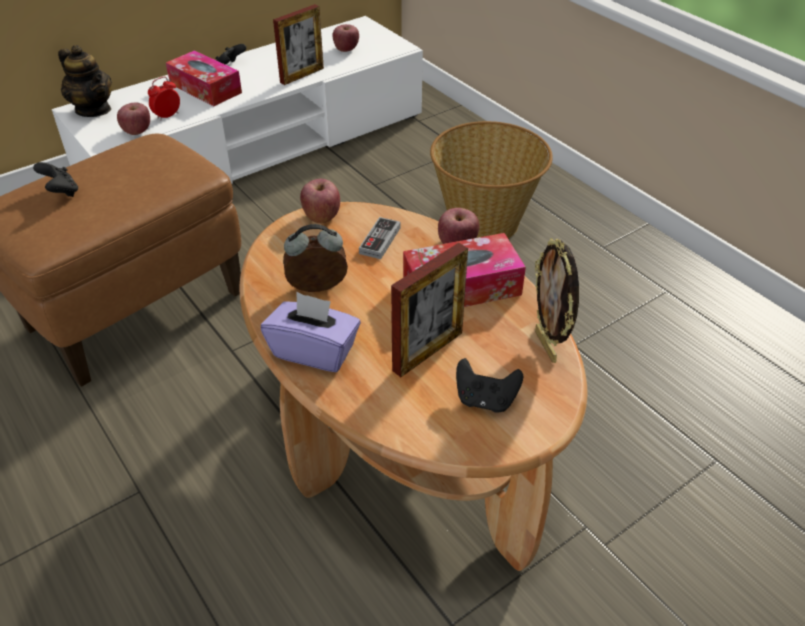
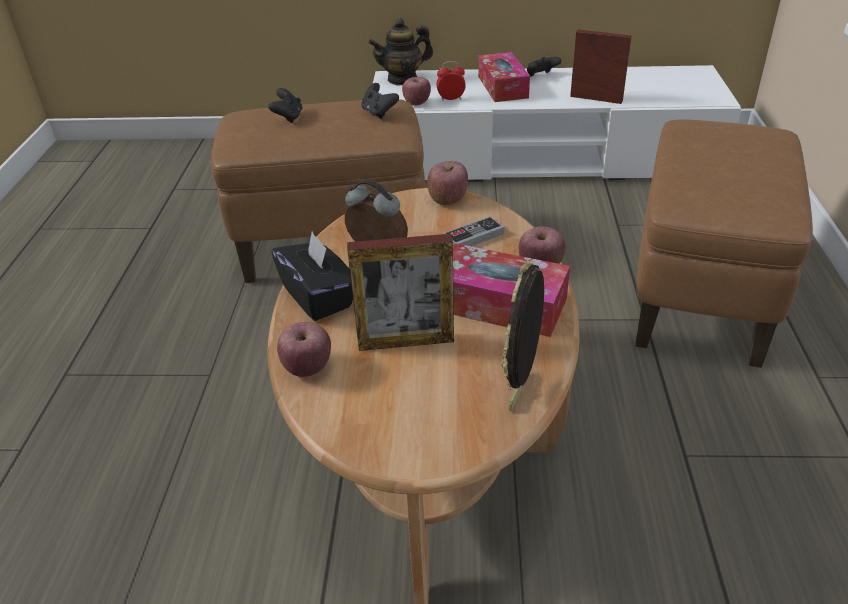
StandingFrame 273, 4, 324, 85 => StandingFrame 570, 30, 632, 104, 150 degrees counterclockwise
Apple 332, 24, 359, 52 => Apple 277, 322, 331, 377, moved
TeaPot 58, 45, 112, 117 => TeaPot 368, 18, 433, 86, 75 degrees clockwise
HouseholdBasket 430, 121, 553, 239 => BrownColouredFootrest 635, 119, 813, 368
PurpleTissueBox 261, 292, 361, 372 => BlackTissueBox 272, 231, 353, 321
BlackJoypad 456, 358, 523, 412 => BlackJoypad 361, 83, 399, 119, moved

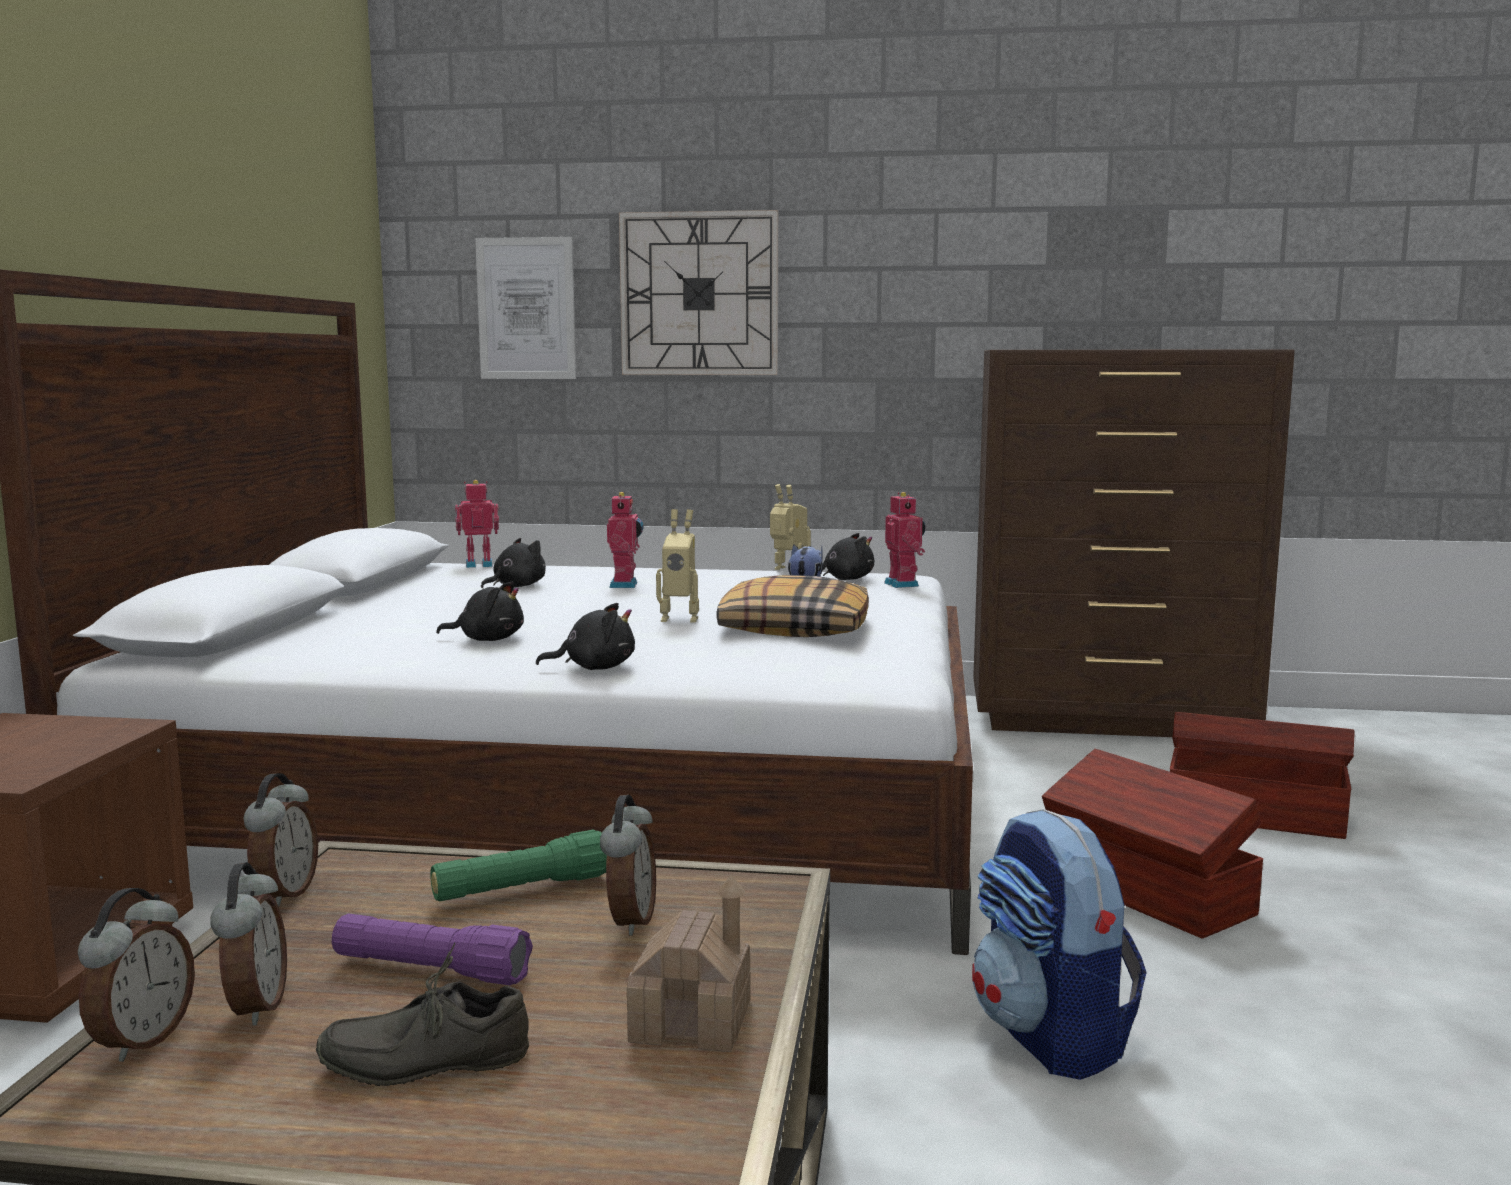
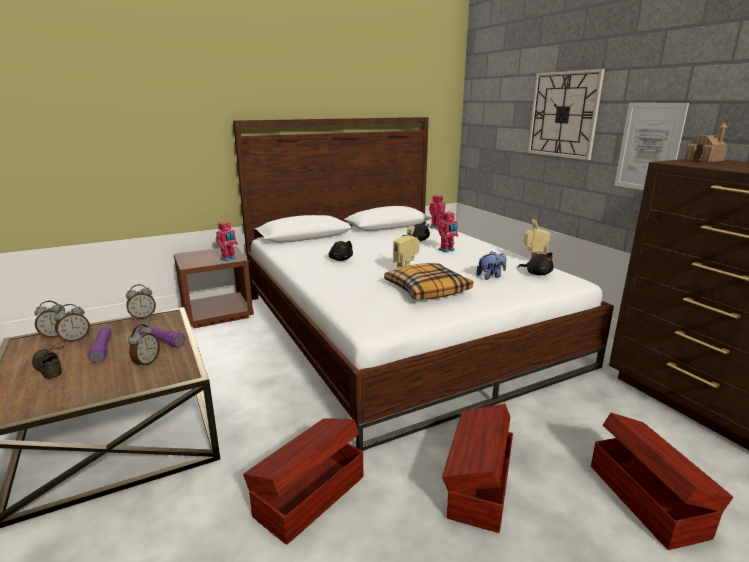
WallPicture 475, 237, 576, 379 => WallPicture 615, 103, 689, 190, moved
ToyRobot 884, 492, 925, 588 => ToyRobot 216, 221, 238, 261, moved
BlackSoftToy 536, 603, 635, 670 => nothing
BedsideClock 600, 795, 656, 936 => BedsideClock 128, 324, 160, 368, 45 degrees counterclockwise
Rucksack 972, 809, 1147, 1080 => BrownColouredStorageContainer 243, 418, 363, 545
GreenishHandTorch 430, 830, 607, 901 => PurpleHandTorch 139, 324, 185, 347
MiniatureHouse 627, 874, 750, 1052 => MiniatureHouse 684, 122, 727, 162, moved

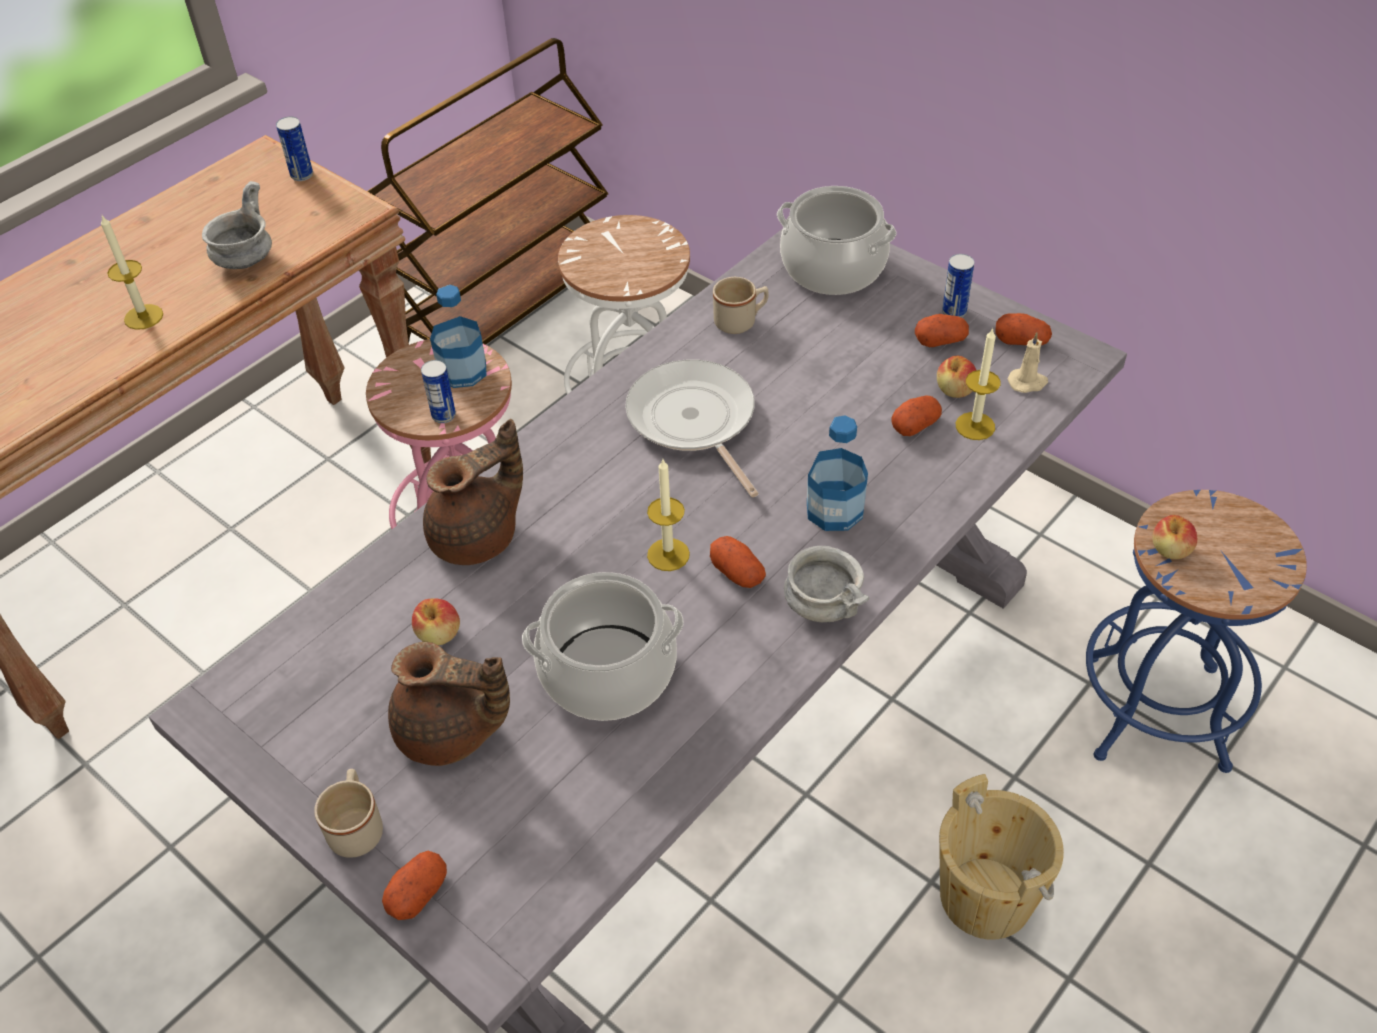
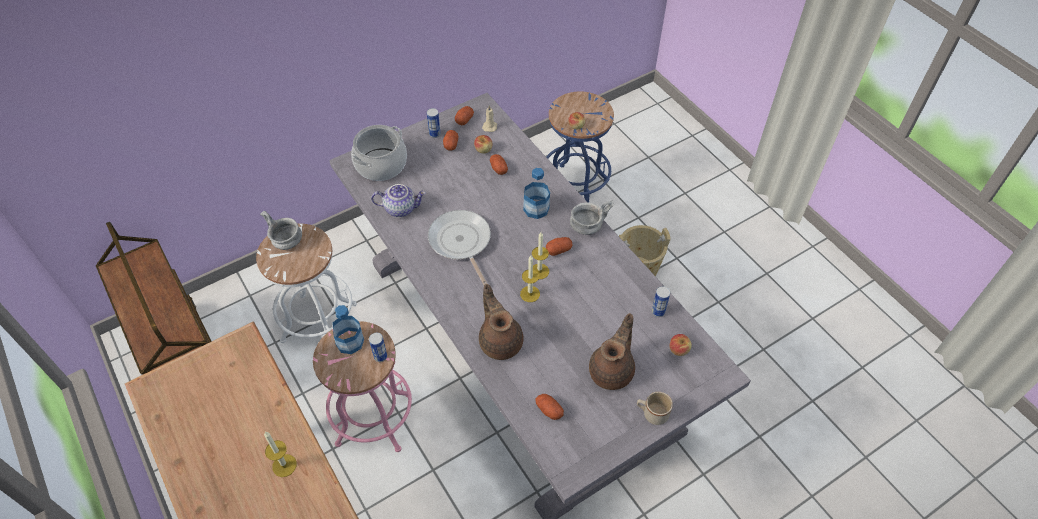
MetalCan 276, 117, 313, 181 => MetalCan 652, 286, 670, 317, moved
GreyServingBowl 202, 181, 272, 269 => GreyServingBowl 260, 211, 302, 250, moved
BeigeMug 713, 277, 769, 334 => TeaPot 371, 184, 426, 217
WaxLight 956, 327, 1001, 440 => WaxLight 520, 256, 540, 302, moved
FryingPan 625, 360, 759, 497 => FryingPan 428, 210, 491, 285, 75 degrees clockwise
Stockpot 522, 572, 684, 721 => nothing
Apple 412, 598, 460, 645 => Apple 669, 334, 692, 356, moved
WholePotato 382, 851, 447, 920 => WholePotato 535, 394, 564, 420, moved

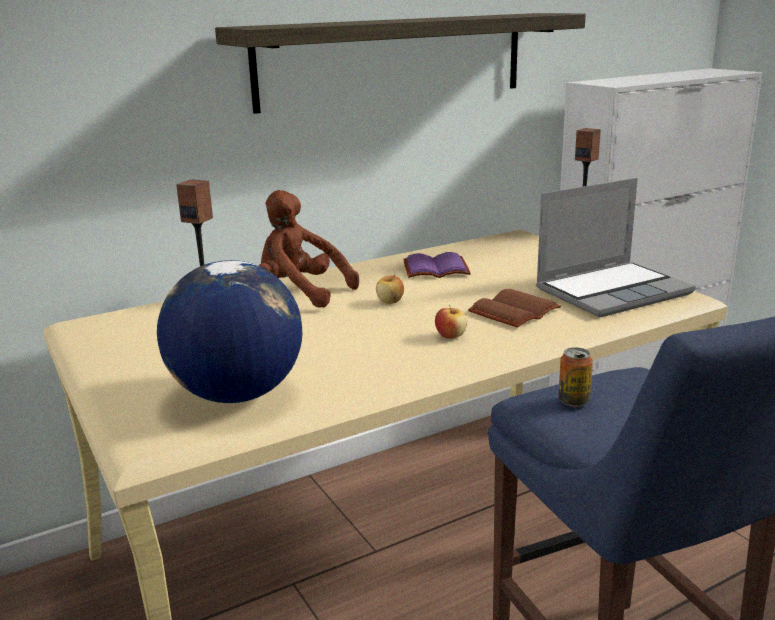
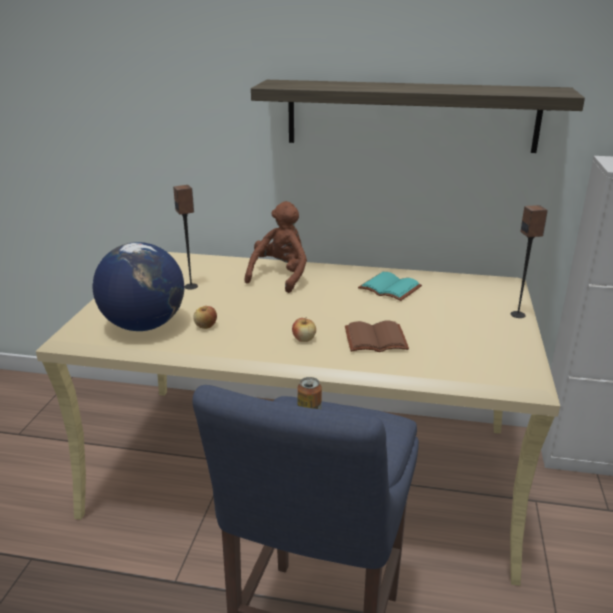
NotebookComputer 536, 178, 696, 317 => nothing
BrownColouredSoftToy 259, 190, 359, 308 => BrownColouredSoftToy 244, 201, 307, 293, 45 degrees clockwise
PurpleVolume 403, 252, 471, 278 => BlueGreenVolume 358, 272, 422, 301
Apple 376, 275, 404, 304 => Apple 193, 306, 217, 329, moved

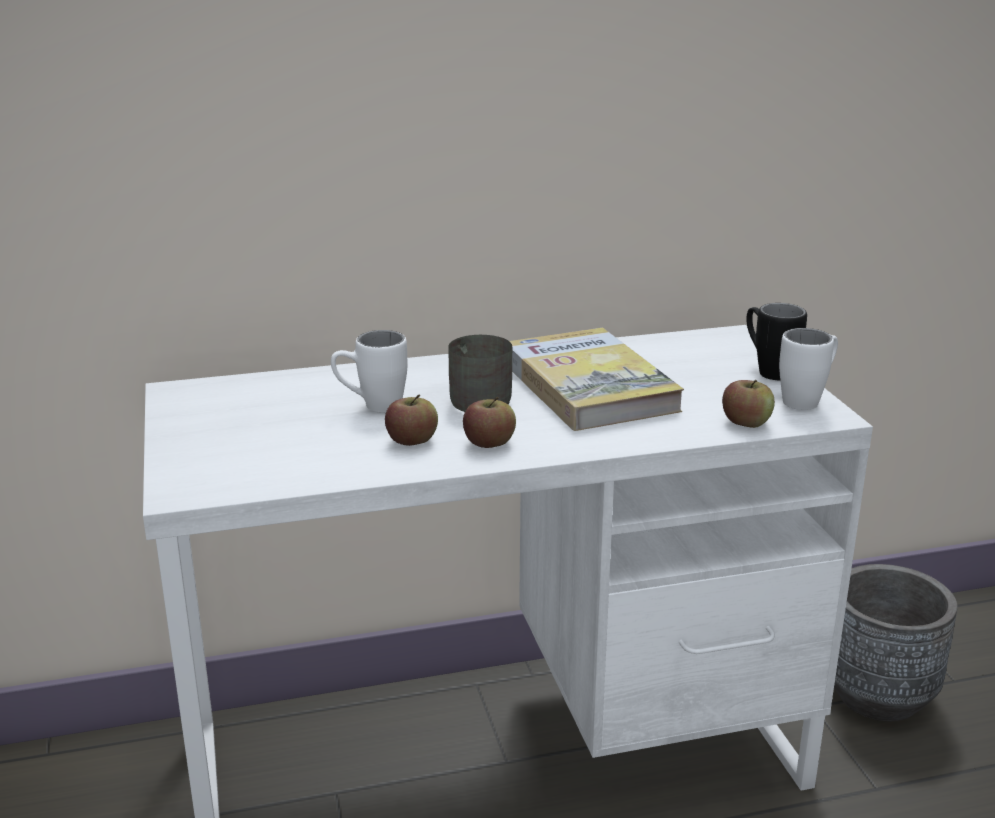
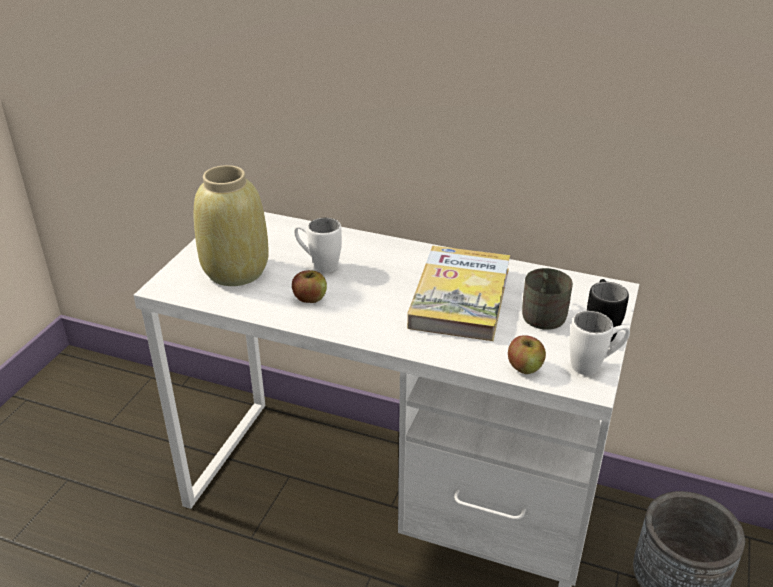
GreyMug 448, 335, 512, 412 => GreyMug 522, 268, 573, 330, moved
Apple 463, 397, 516, 448 => nothing
nothing => BeigeDecorativeVase 194, 165, 269, 286

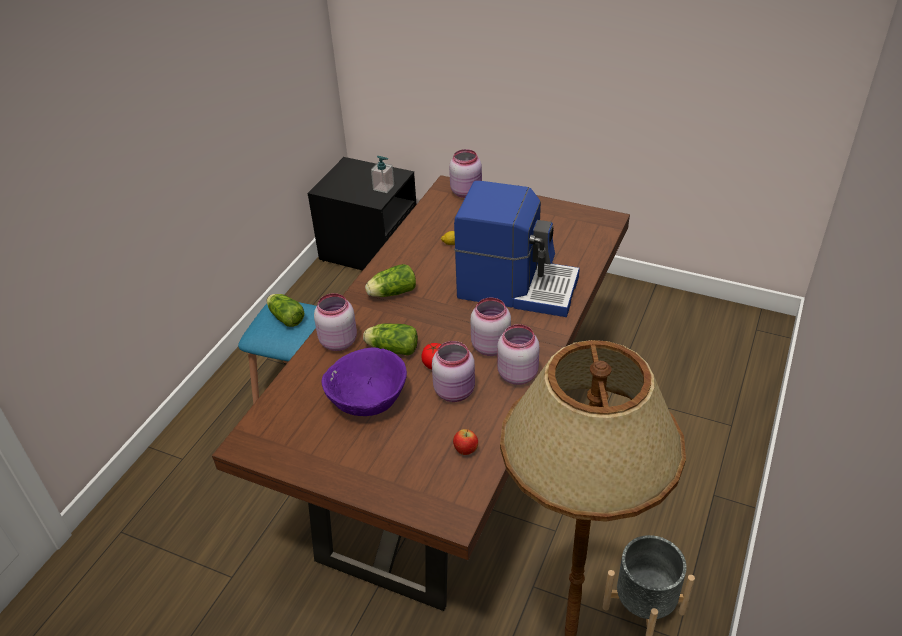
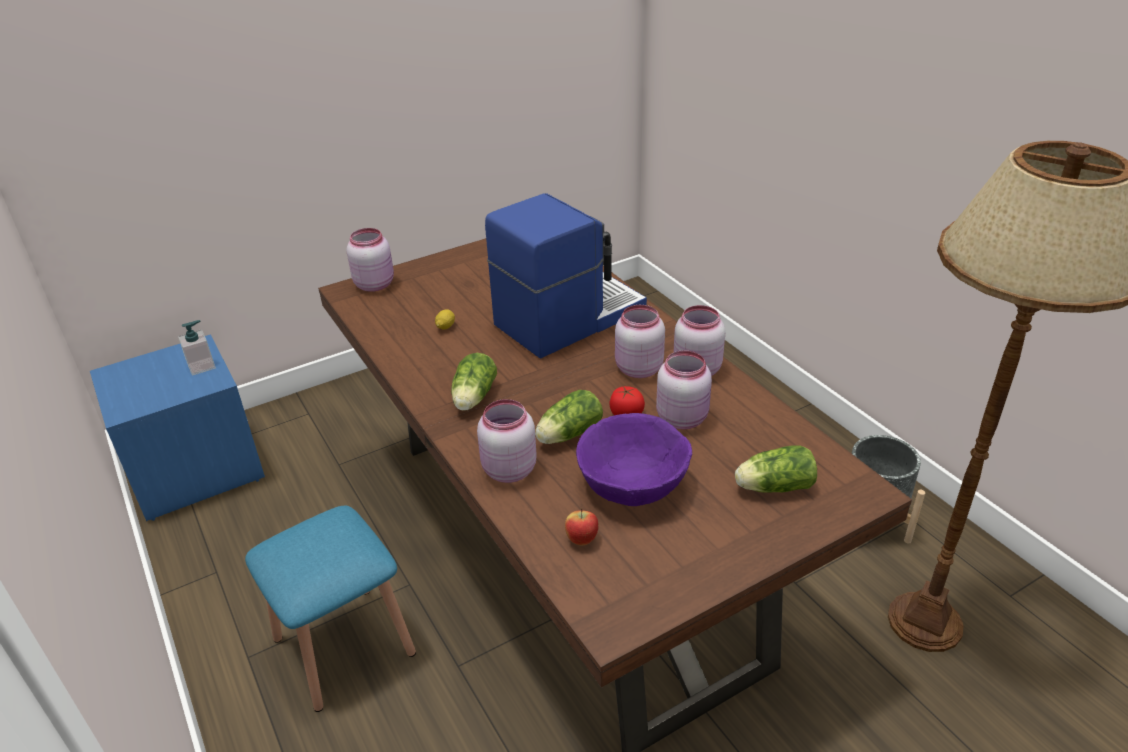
BlackBedsideTable 307, 157, 417, 271 => BluishBedsideTable 90, 334, 265, 521
Lettuce 267, 294, 304, 327 => Lettuce 735, 445, 817, 493, moved
Apple 453, 429, 478, 455 => Apple 565, 508, 599, 545, moved

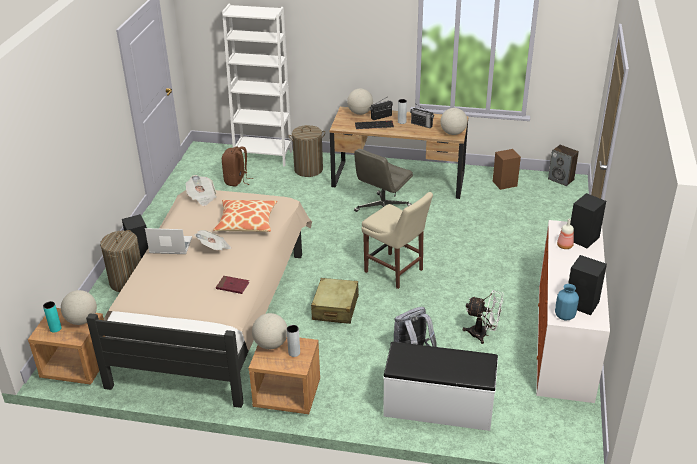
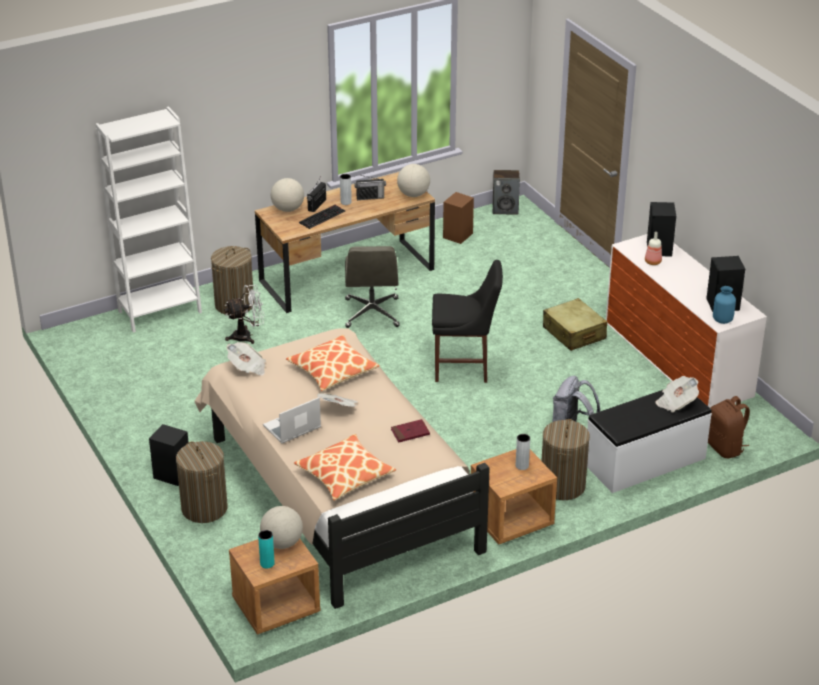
BrownColouredRucksack 222, 146, 253, 187 => BrownColouredRucksack 708, 396, 750, 458, moved
BeigeUprightChair 361, 192, 433, 289 => BlackUprightChair 432, 260, 503, 383
BeigePieceOfLuggage 311, 278, 359, 324 => BeigePieceOfLuggage 543, 298, 607, 351, moved
WhiteColouredFan 463, 290, 503, 344 => WhiteColouredFan 224, 285, 265, 344, moved
WorldGlobe 252, 313, 287, 349 => nothing
nothing => PrintedPaper 656, 376, 699, 412
nothing => LaundryBasket 541, 419, 590, 500
nothing => Pillow 294, 434, 396, 501

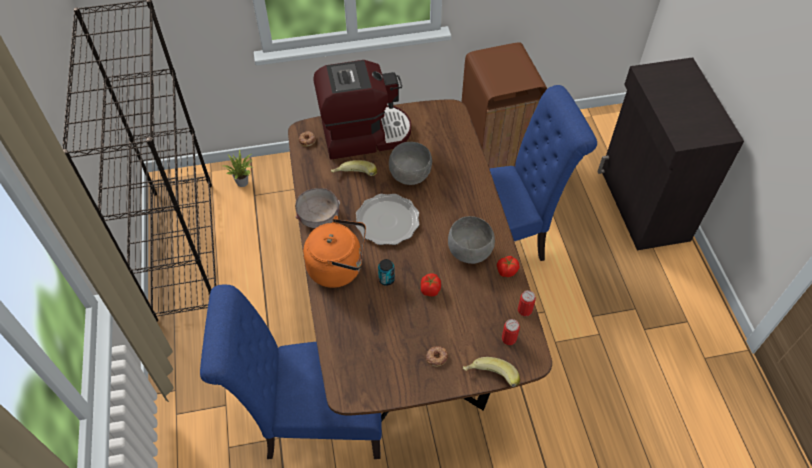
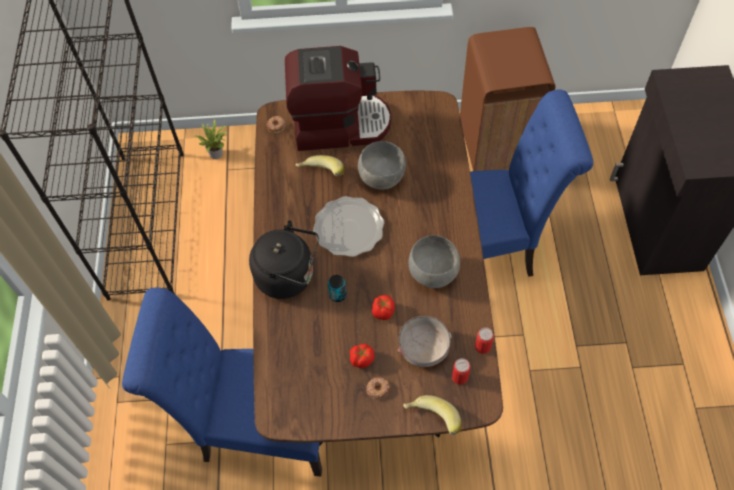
GreyServingBowl 295, 188, 340, 228 => GreyServingBowl 398, 316, 451, 367, moved
OrangeKettle 303, 216, 366, 288 => BlackKettle 249, 220, 319, 299
WholeTomato 497, 256, 519, 277 => WholeTomato 350, 344, 374, 368, moved

